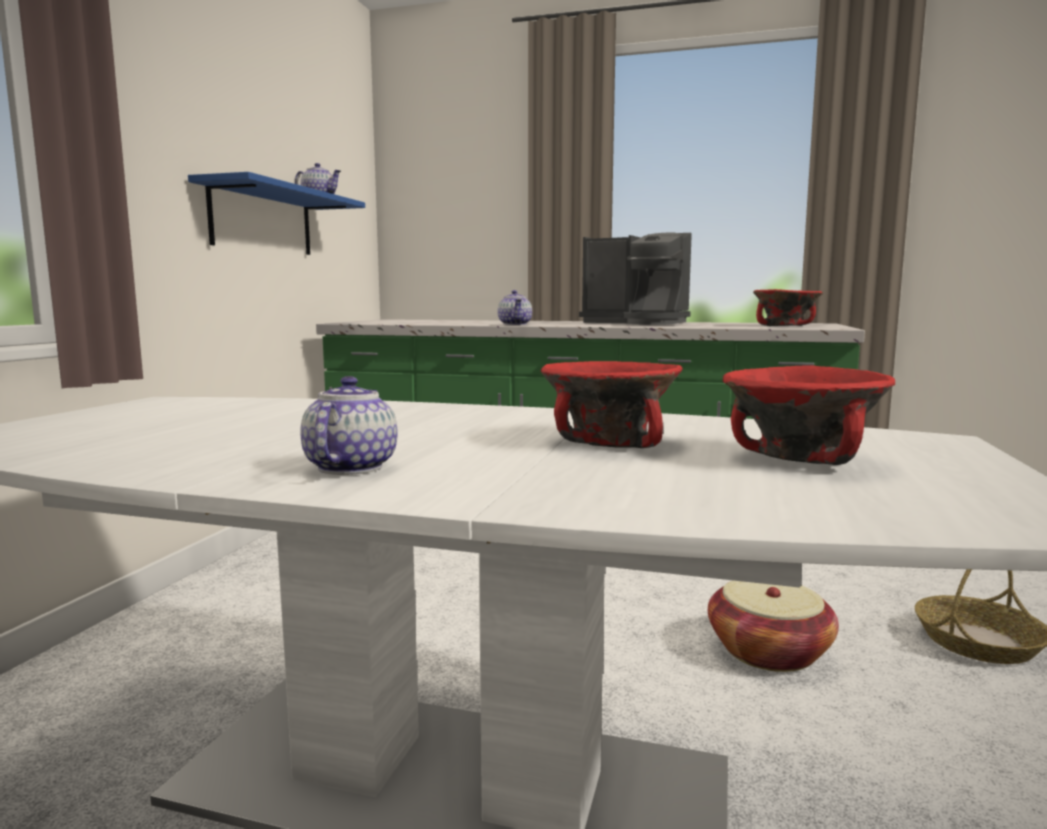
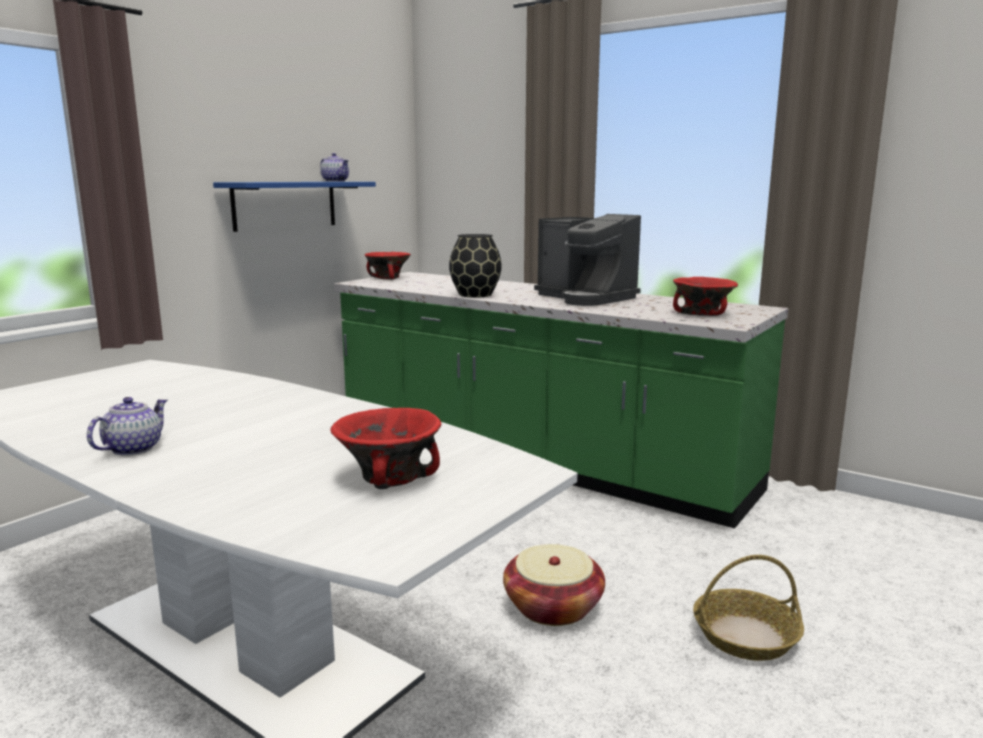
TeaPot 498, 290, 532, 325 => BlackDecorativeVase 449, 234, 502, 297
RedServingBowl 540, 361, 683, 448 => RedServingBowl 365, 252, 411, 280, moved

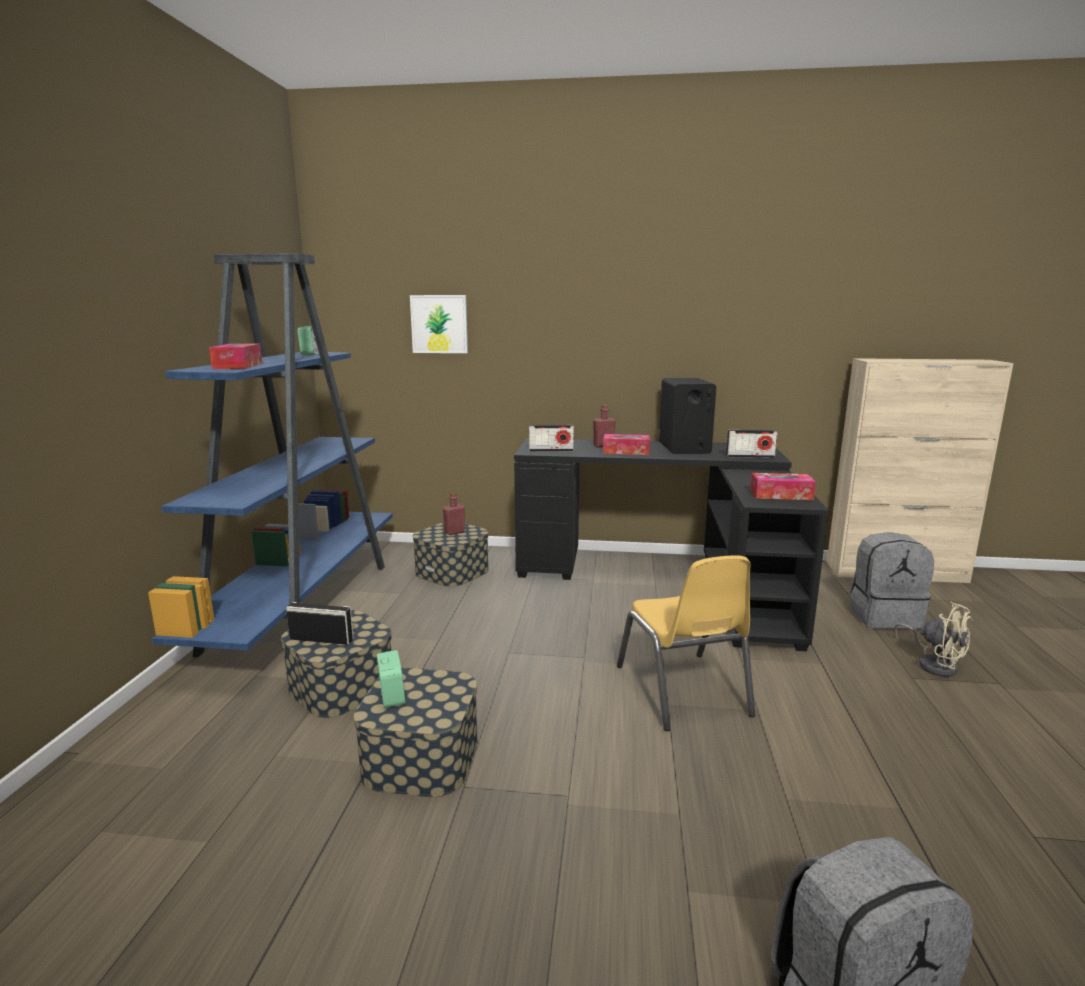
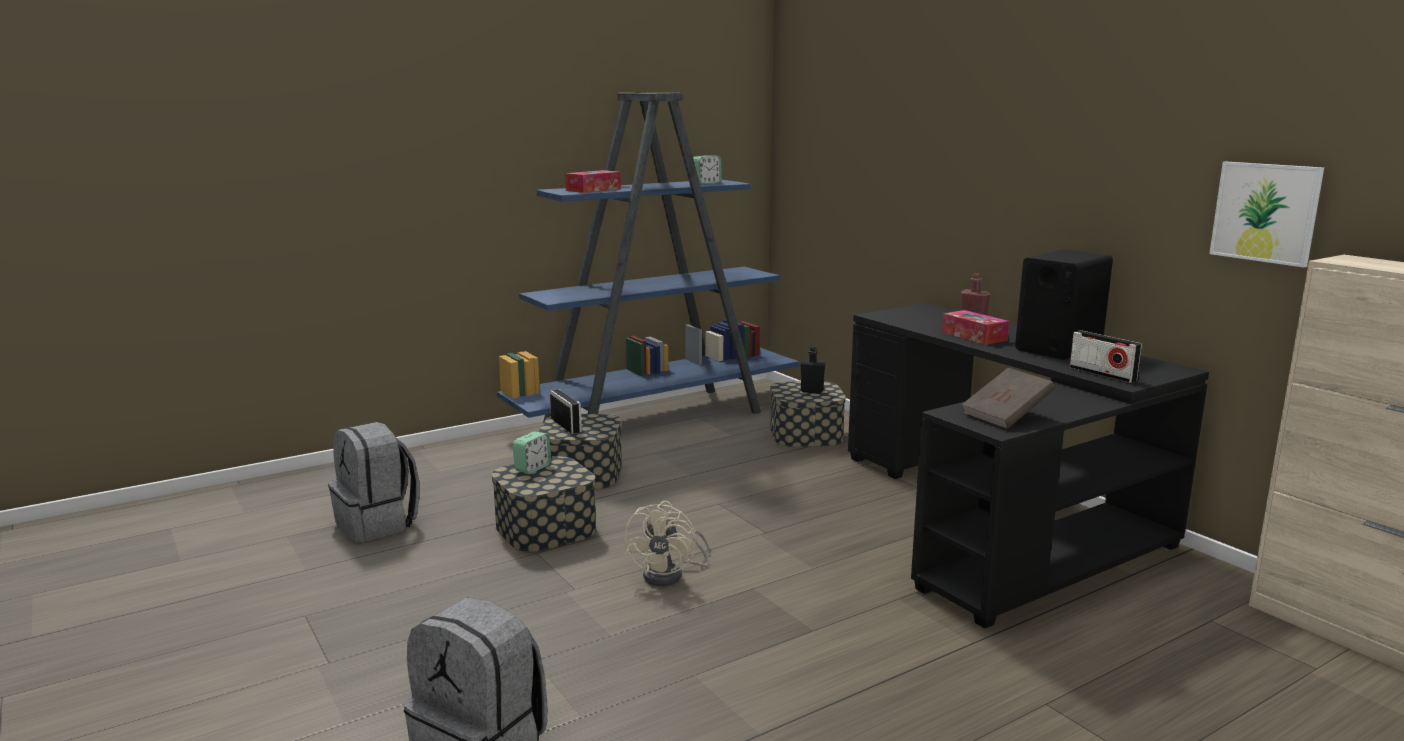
WallPicture 410, 295, 468, 353 => WallPicture 1209, 162, 1324, 267, moved
RadioReceiver 529, 425, 574, 452 => nothing
TissueBox 750, 473, 816, 500 => BrownColouredVolume 962, 368, 1055, 429
RedDrinkBottle 443, 492, 465, 535 => BlackDrinkBottle 800, 346, 825, 394
GreyRucksack 850, 532, 934, 629 => GreyRucksack 328, 422, 419, 542, moved
YellowishUprightChair 617, 555, 755, 731 => nothing
BeigeFan 894, 602, 972, 677 => BeigeFan 624, 501, 710, 586, moved

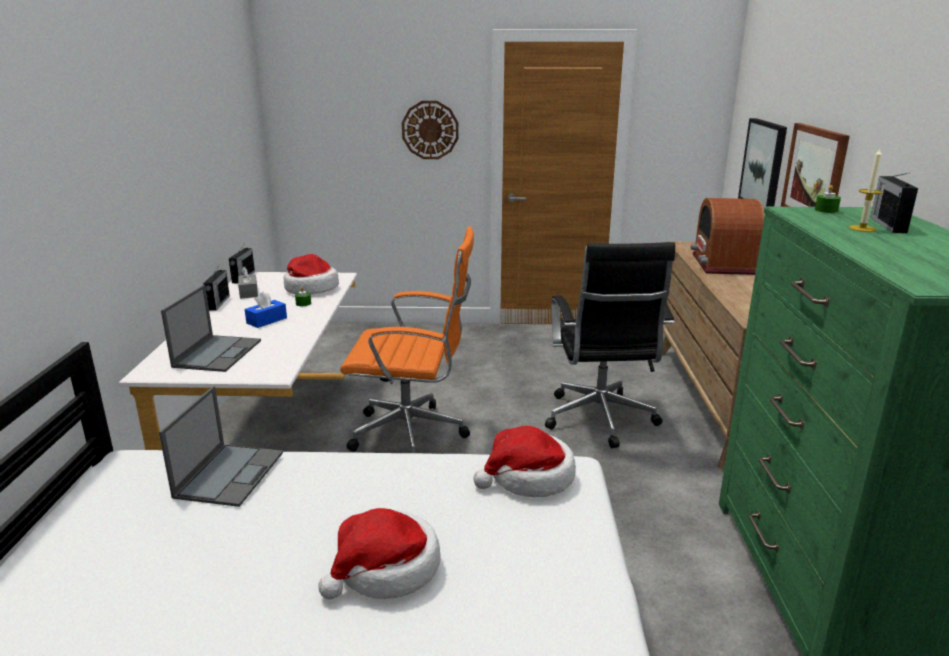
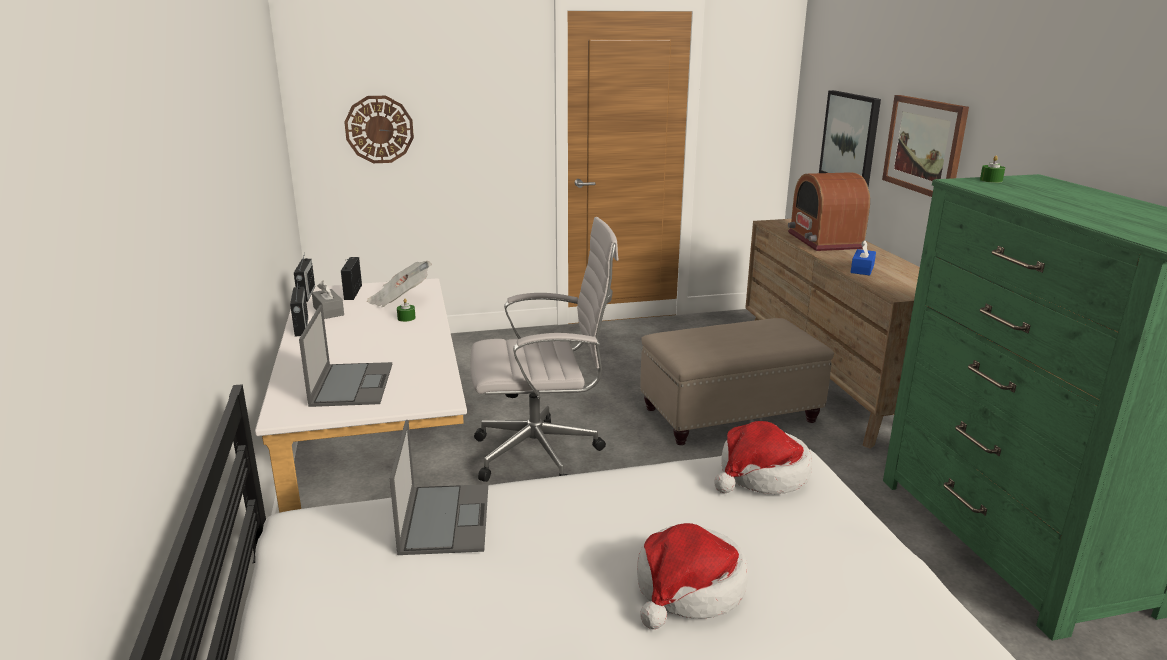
HangingClock 402, 101, 459, 159 => HangingClock 344, 96, 414, 163, moved
WaxLight 849, 149, 883, 232 => nothing
RadioReceiver 870, 173, 918, 233 => RadioReceiver 341, 257, 362, 300, moved
OrangeComputerChair 340, 227, 474, 453 => WhiteColouredComputerChair 471, 217, 619, 482
BlackComputerChair 545, 242, 675, 448 => BeigeFootrest 640, 318, 834, 445
WearableHat 284, 254, 339, 294 => PrintedPaper 367, 261, 432, 307
BluishTissueBox 245, 292, 287, 328 => BluishTissueBox 851, 240, 876, 275, moved

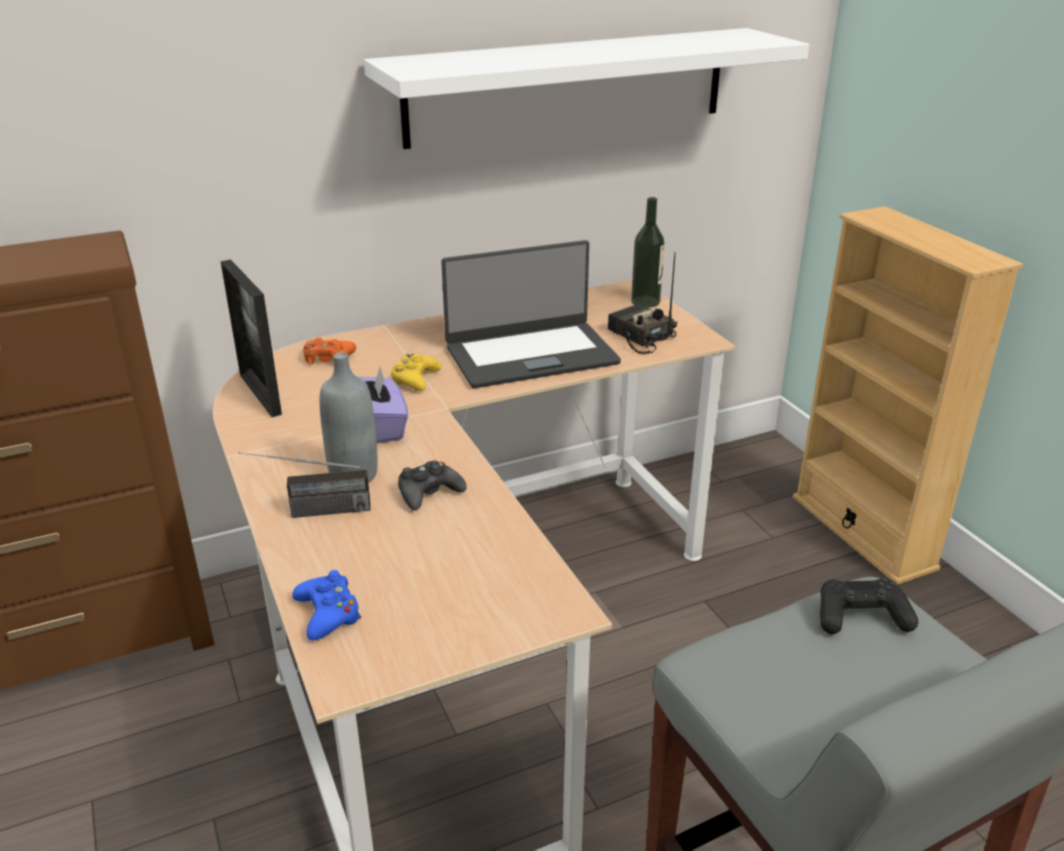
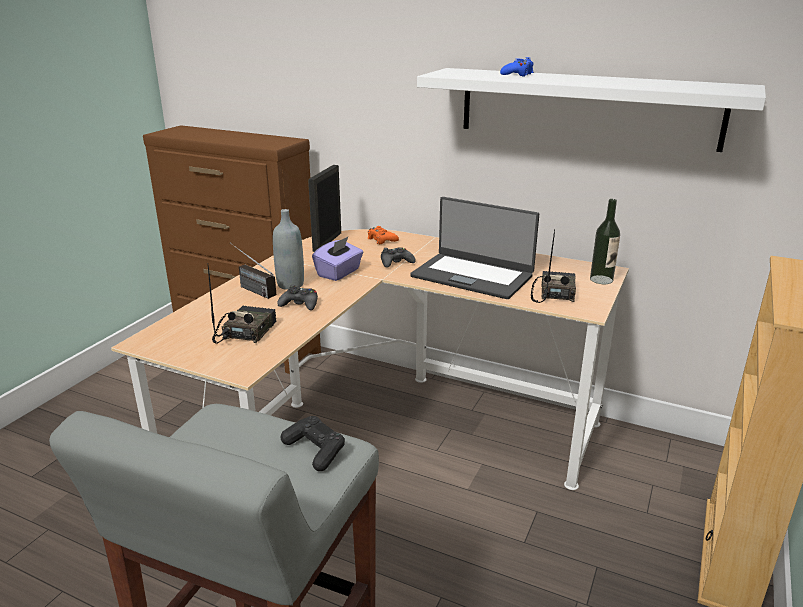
YellowishJoypad 391, 354, 442, 391 => BlackJoypad 381, 247, 416, 268
BluishJoypad 292, 570, 361, 641 => BluishJoypad 500, 57, 534, 77, moved
nothing => RadioReceiver 207, 263, 276, 344

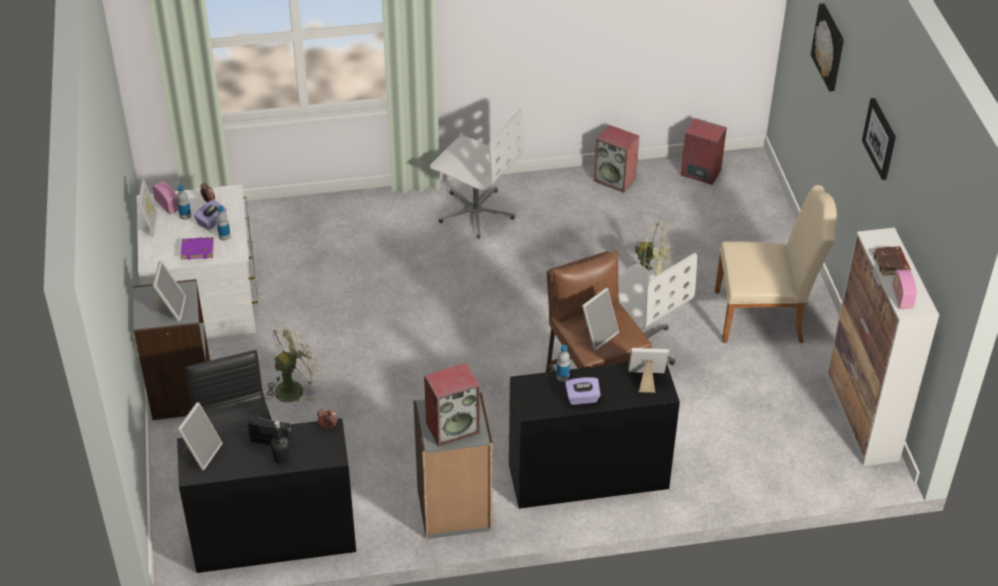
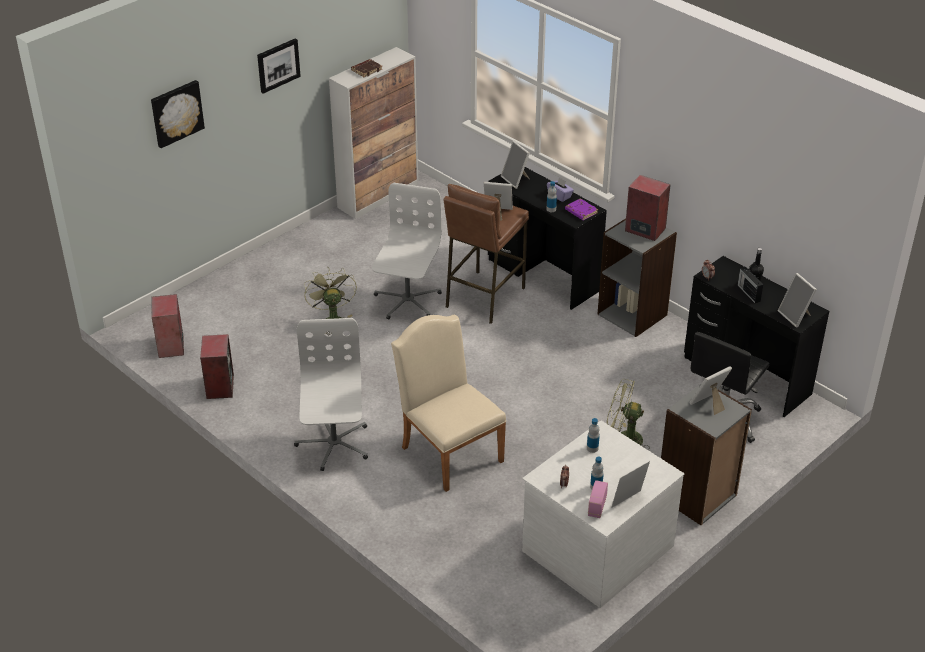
BeigeUprightChair 715, 185, 837, 343 => BeigeUprightChair 391, 314, 506, 492, moved
PurpleTissueBox 194, 200, 227, 230 => nothing
PurpleVolume 181, 237, 214, 260 => PurpleVolume 565, 198, 598, 220, moved
RadioReceiver 892, 270, 917, 309 => nothing
StandingFrame 177, 402, 223, 470 => StandingFrame 777, 273, 817, 327, 105 degrees counterclockwise

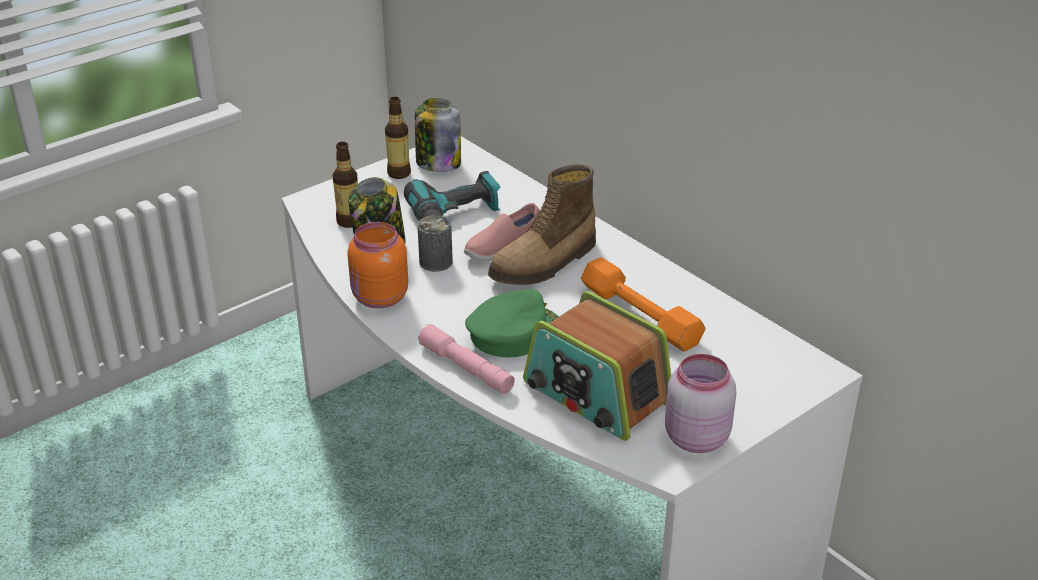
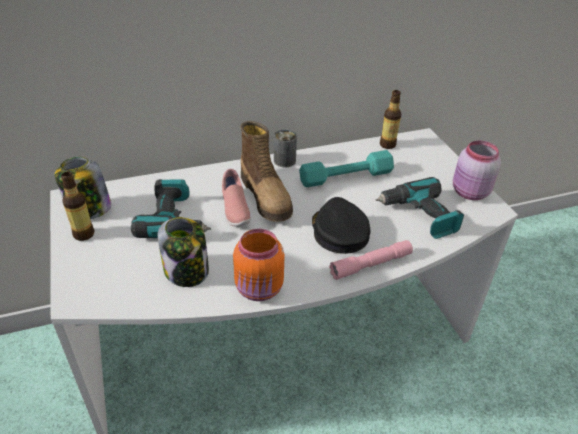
DrinkBottle 332, 142, 358, 228 => DrinkBottle 380, 90, 401, 149, moved
MetalCan 417, 215, 453, 272 => MetalCan 274, 130, 297, 168, moved
OrangeHandWeight 581, 257, 706, 352 => BlueGreenHandWeight 299, 150, 394, 187
GreenishPeakedCap 465, 289, 559, 358 => BlackPeakedCap 312, 197, 370, 254
RadioReceiver 523, 291, 671, 441 => PowerDrill 375, 177, 464, 239

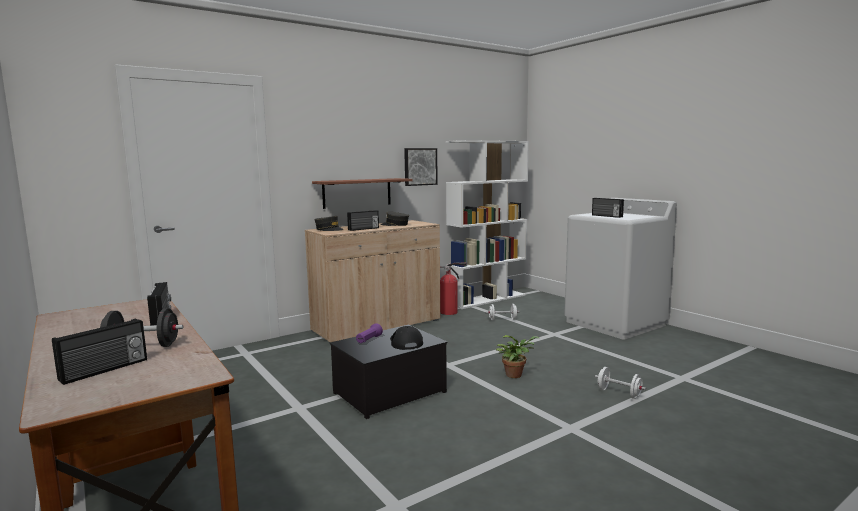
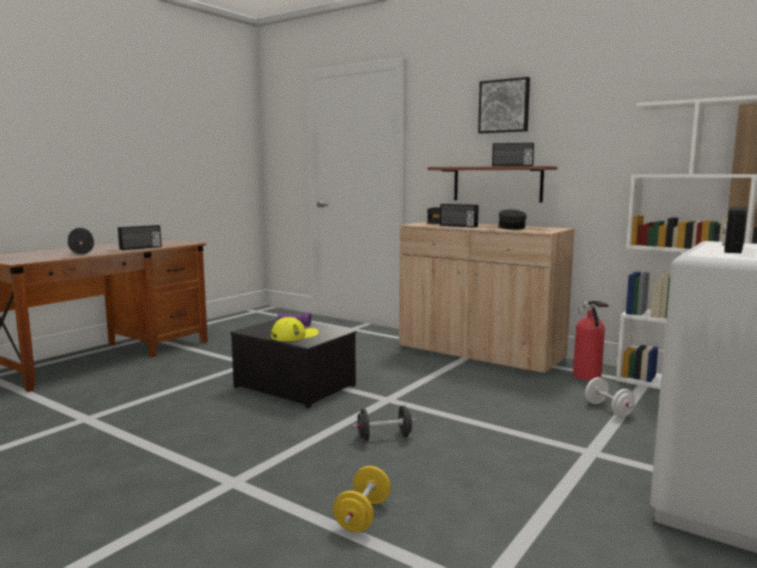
WallPicture 404, 148, 438, 186 => WallPicture 478, 77, 530, 133, moved
RadioReceiver 52, 319, 147, 385 => RadioReceiver 492, 143, 534, 166, moved
BlackPeakedCap 390, 326, 423, 350 => YellowishPeakedCap 271, 317, 318, 341
PlantInAPot 496, 335, 539, 378 => BlackHandWeight 352, 406, 417, 441
WhiteColouredHandWeight 595, 367, 646, 399 => YellowishHandWeight 333, 466, 391, 532

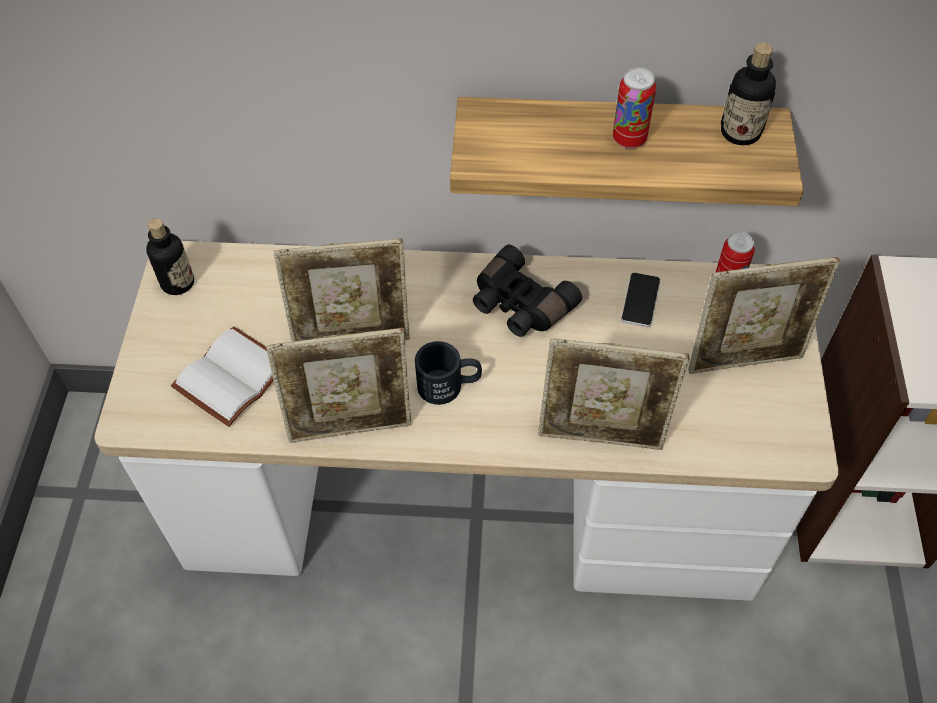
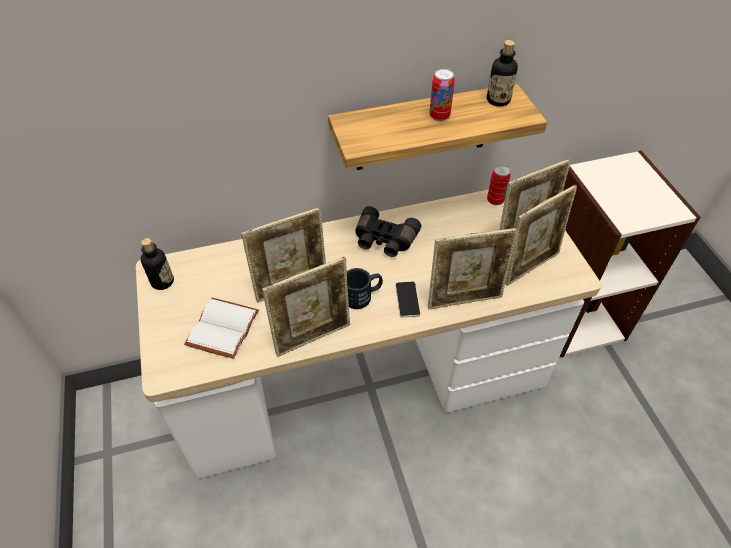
Handset 621, 273, 660, 327 => Handset 395, 282, 421, 318, moved
nothing => StandingFrame 505, 185, 577, 286

